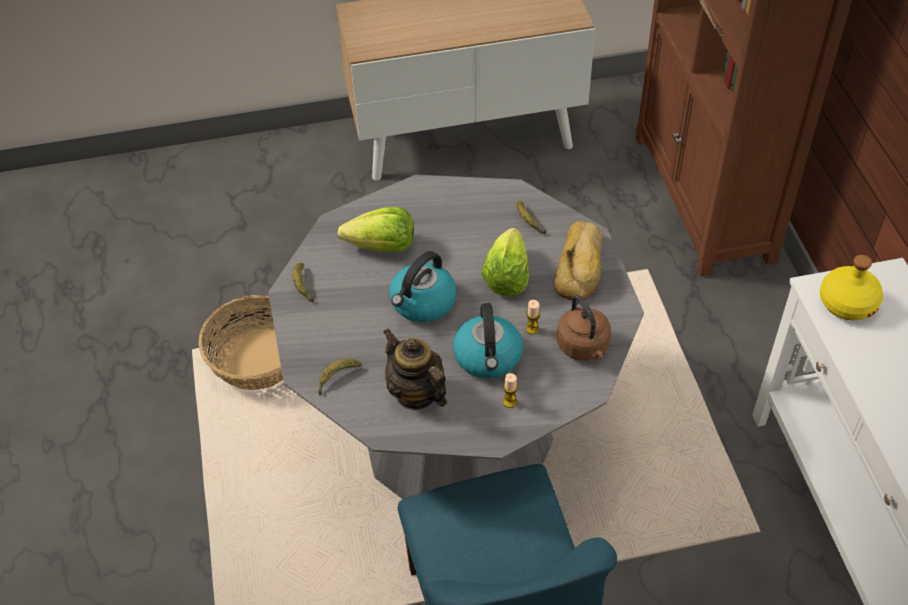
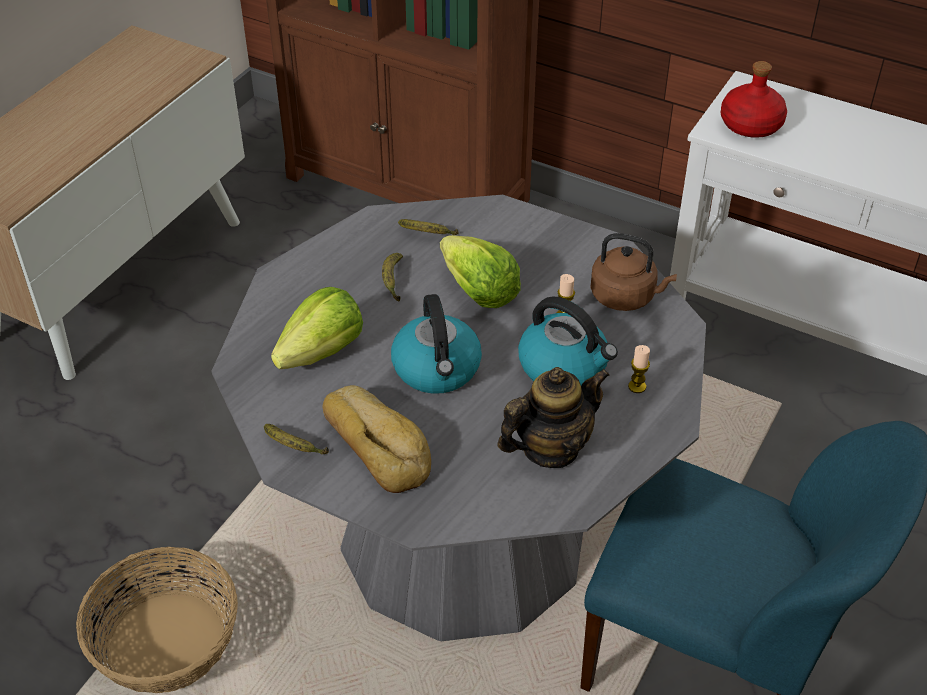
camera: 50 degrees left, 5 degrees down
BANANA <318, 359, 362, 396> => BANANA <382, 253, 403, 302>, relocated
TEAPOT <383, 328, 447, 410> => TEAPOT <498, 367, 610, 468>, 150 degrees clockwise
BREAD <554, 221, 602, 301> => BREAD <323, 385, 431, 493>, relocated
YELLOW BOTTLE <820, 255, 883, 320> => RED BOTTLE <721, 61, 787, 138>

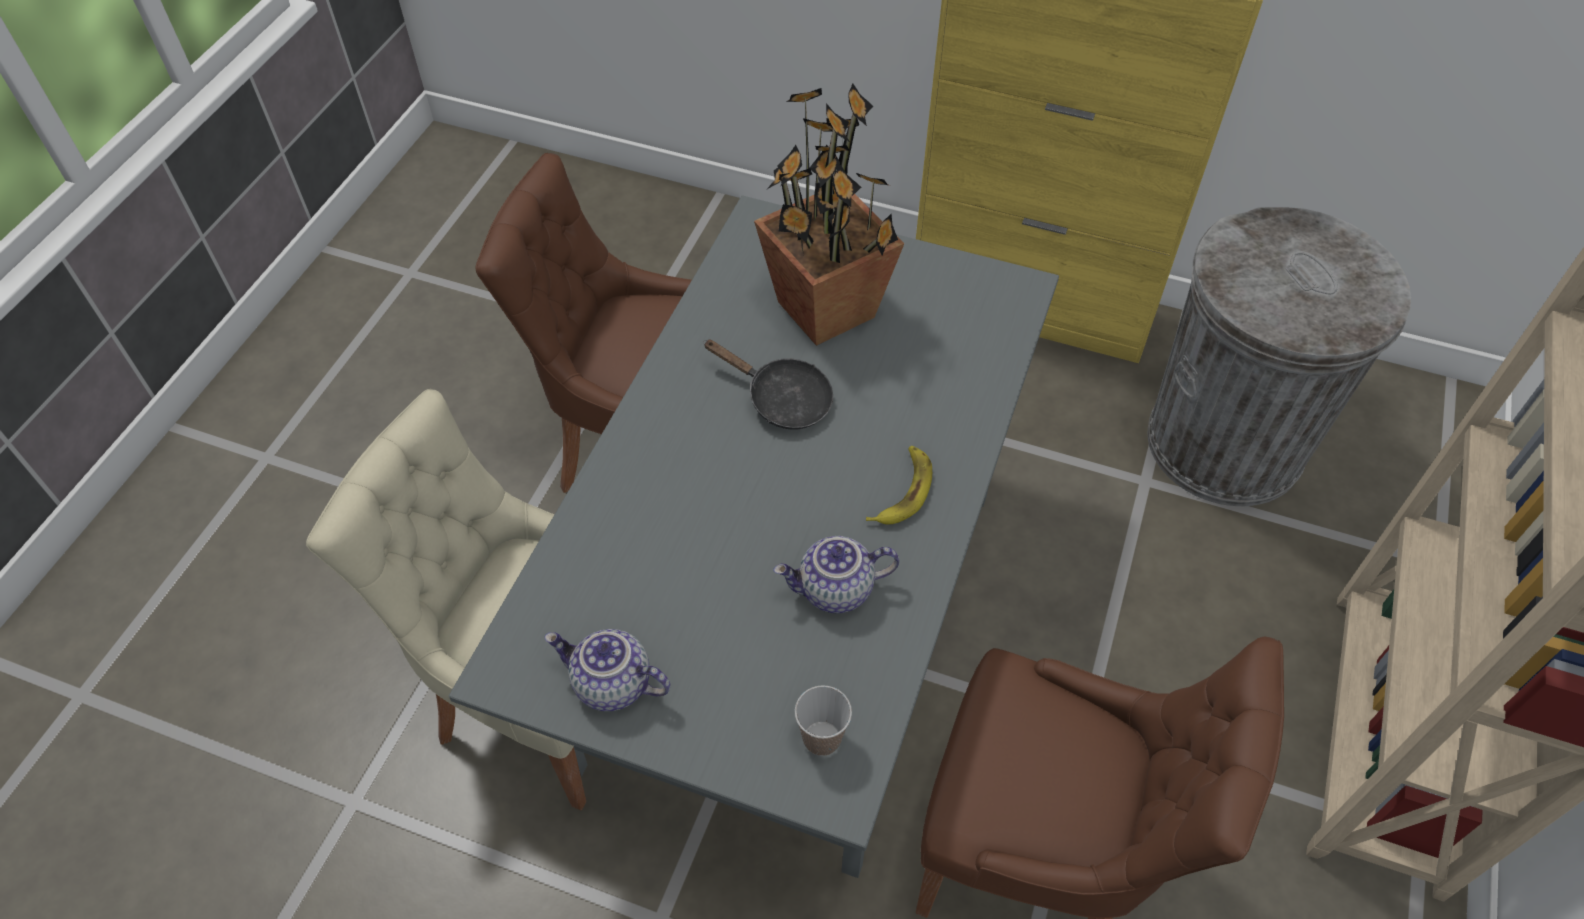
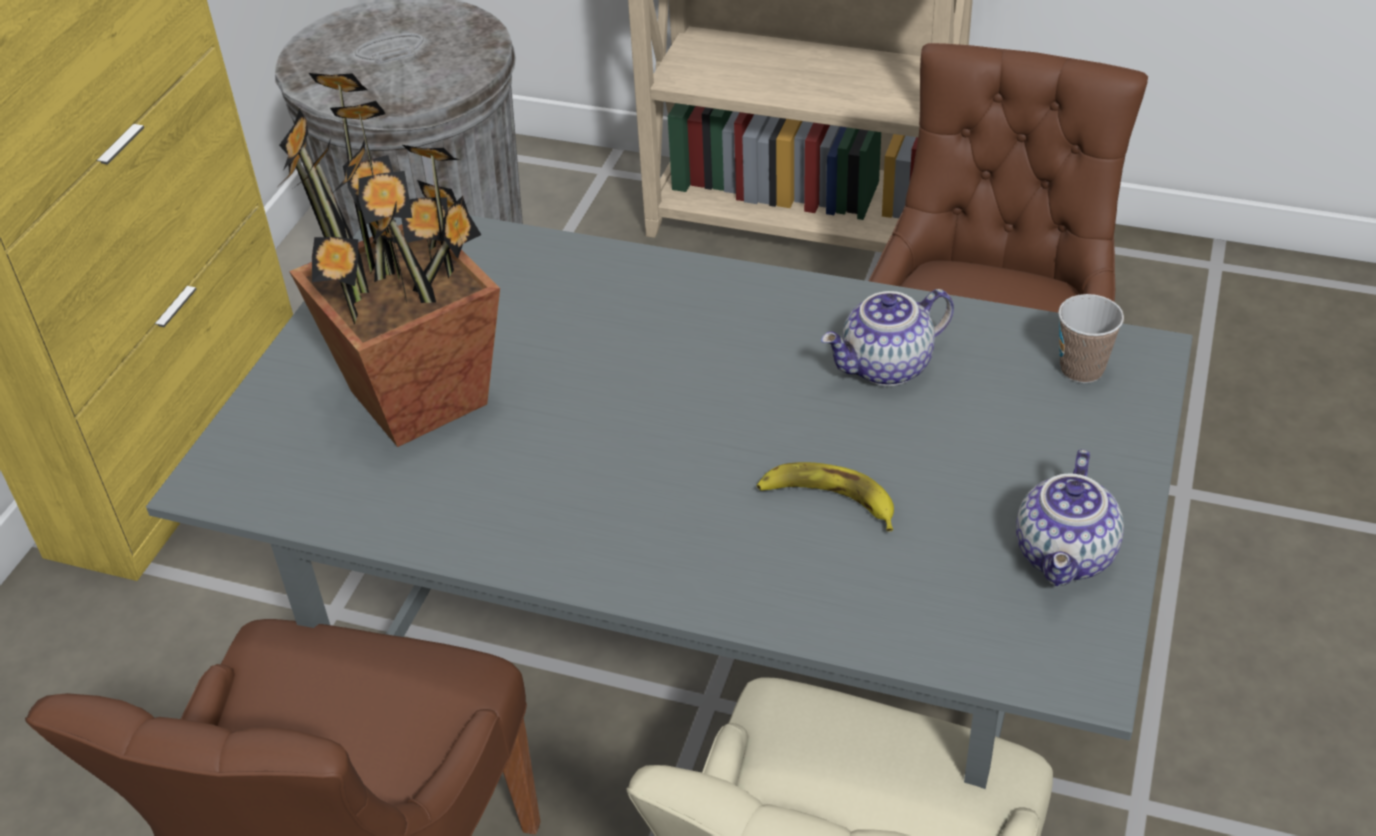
camera: 90 degrees left, 10 degrees down
BLACK FRYING PAN <703, 340, 833, 430> => nothing
TEAPOT <773, 536, 899, 613> => TEAPOT <821, 289, 954, 386>, 75 degrees clockwise
BANANA <866, 446, 932, 525> => BANANA <757, 462, 894, 531>, relocated

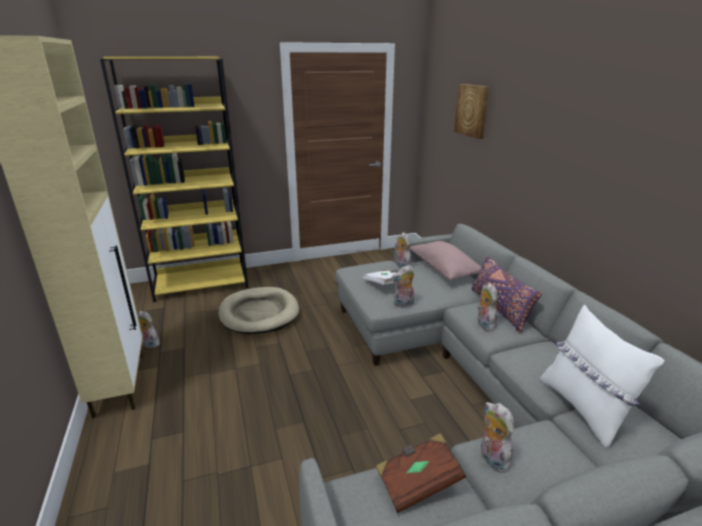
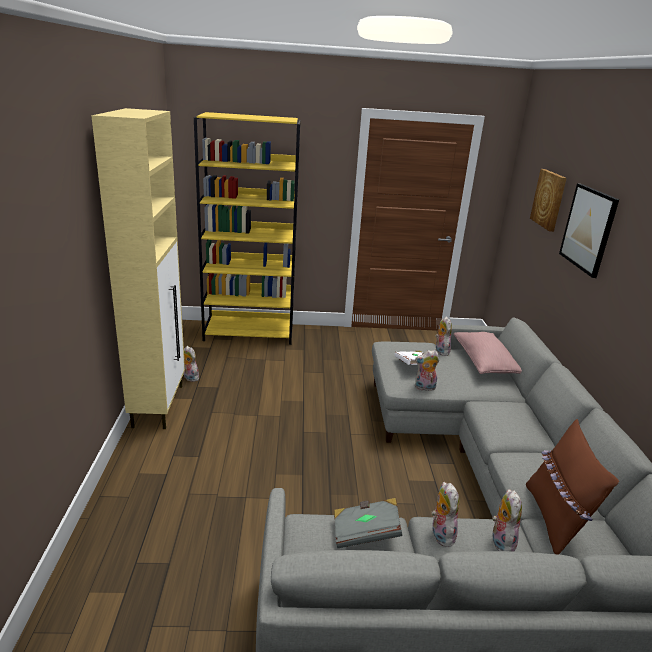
camera: 15 degrees right, 0 degrees up
BEIGE DOG BED <218, 287, 299, 334> => nothing
BROWN BOOK <376, 433, 466, 513> => GREY BOOK <334, 498, 403, 548>
PURPLE PILLOW <472, 255, 542, 333> => nothing
PLUSH TOY <477, 283, 498, 331> => PLUSH TOY <492, 489, 522, 552>, relocated
WHITE PILLOW <540, 305, 665, 449> => BROWN PILLOW <526, 419, 619, 555>
nothing => PICTURE <559, 183, 619, 278>

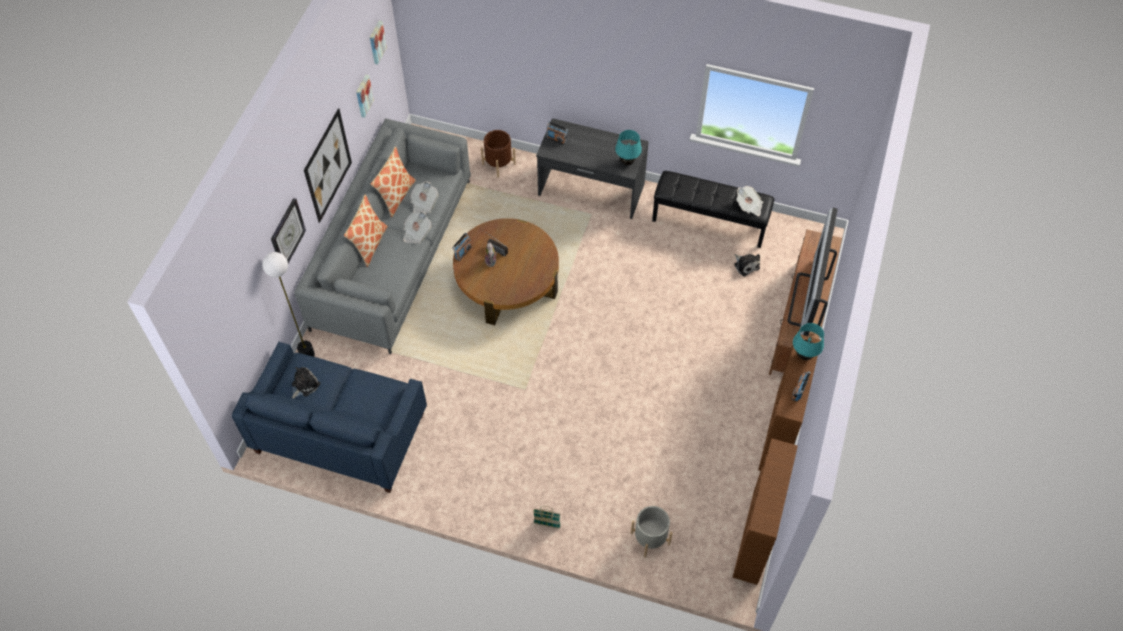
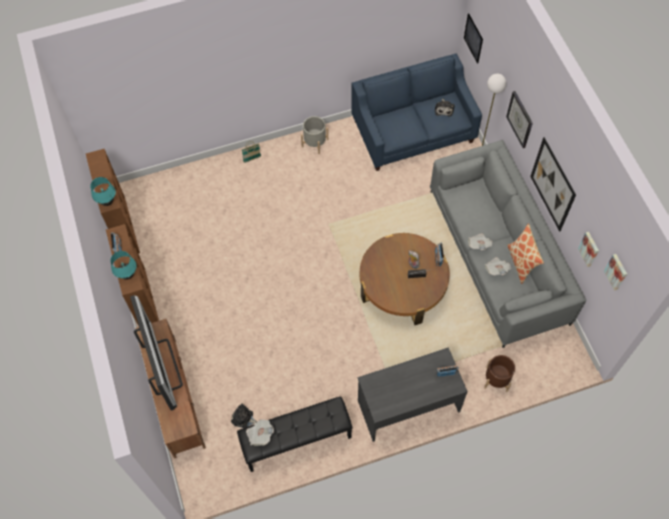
camera: 145 degrees right, 5 degrees up
PILLOW <344, 194, 388, 267> => nothing
TURQUOISE TABLE LAMP <615, 130, 642, 165> => TURQUOISE TABLE LAMP <90, 177, 116, 206>, relocated
GREY PLANTER <631, 506, 673, 557> => GREY PLANTER <301, 116, 328, 154>, relocated
nothing => PICTURE <464, 13, 483, 64>

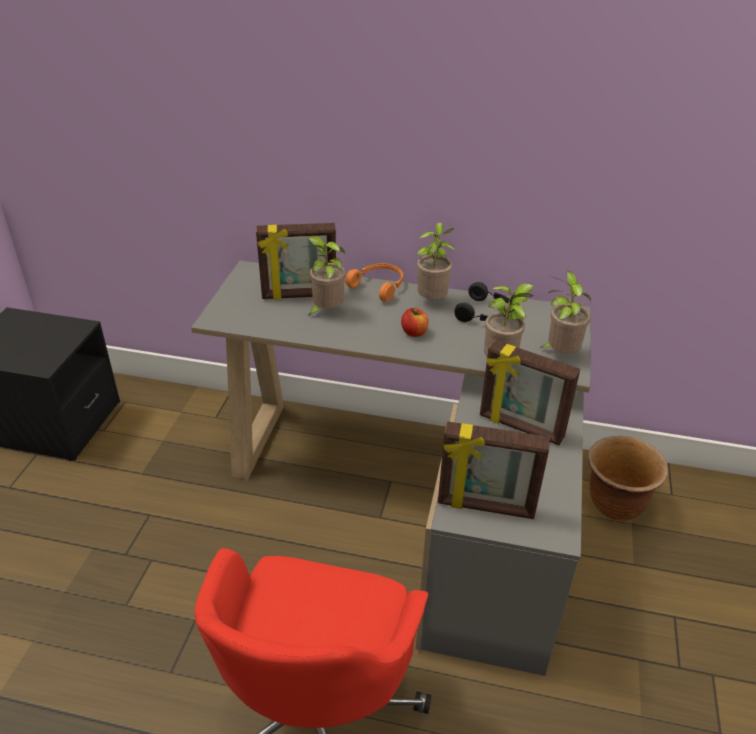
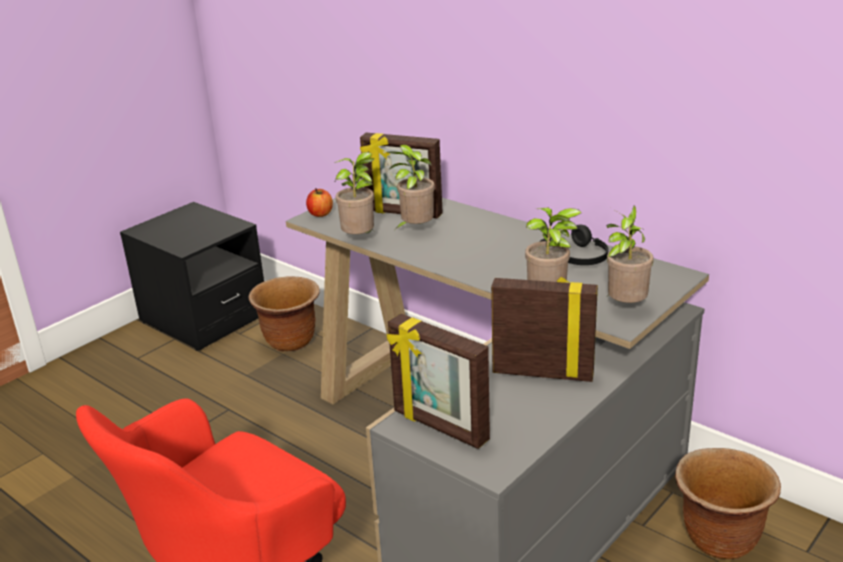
camera: 30 degrees right, 10 degrees down
ORANGE HEADPHONES <345, 263, 403, 302> => nothing
APPLE <401, 308, 429, 337> => APPLE <306, 188, 333, 217>, relocated
POTTED PLANT <417, 222, 456, 300> => POTTED PLANT <334, 152, 375, 234>, relocated
PICTURE FRAME <480, 340, 580, 446> => PICTURE FRAME <491, 277, 598, 382>, 135 degrees clockwise
nothing => BROWN PLANTER <249, 276, 320, 351>

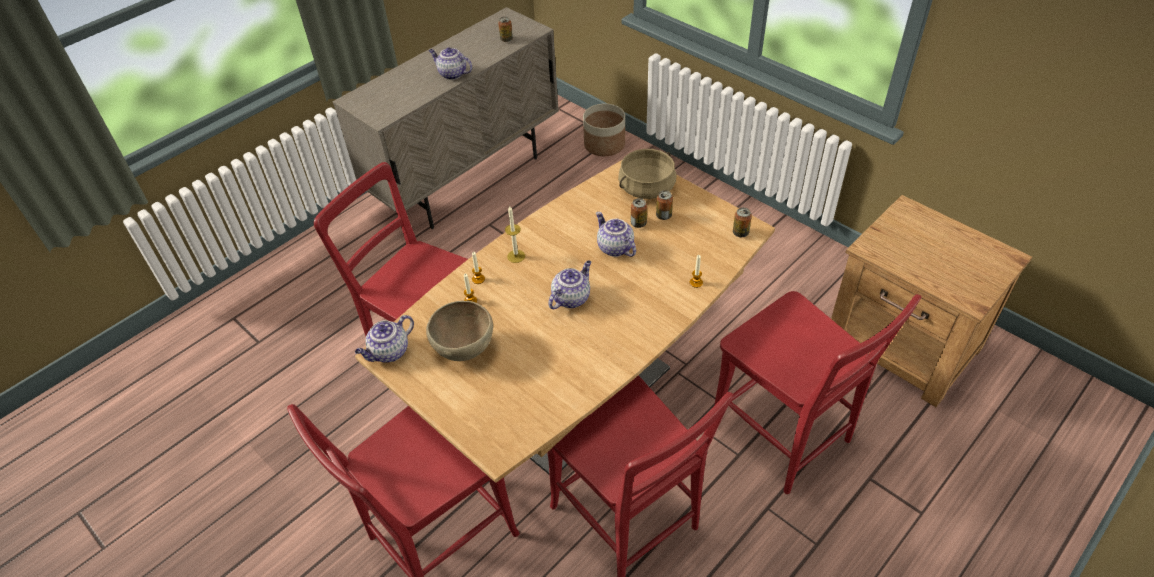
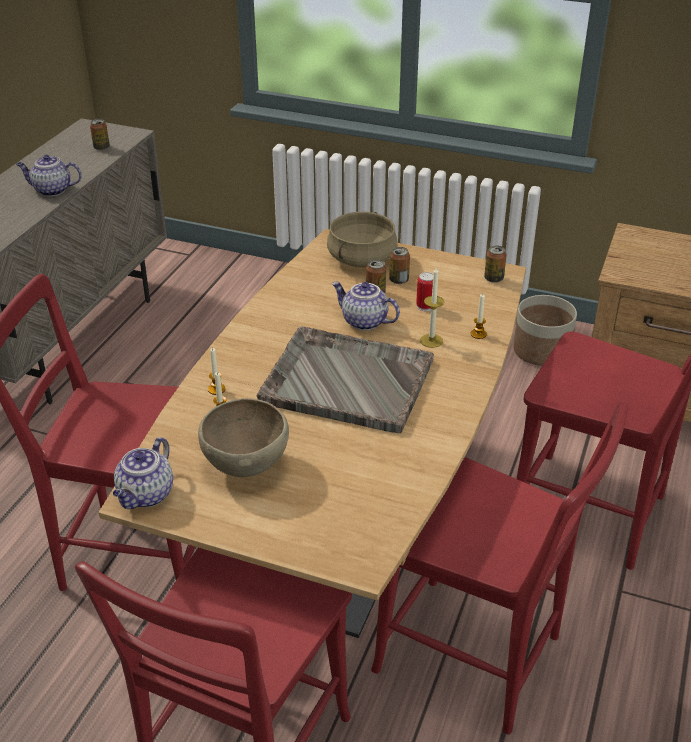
camera: 25 degrees left, 10 degrees down
CANDLE <505, 206, 525, 263> => CANDLE <420, 266, 444, 348>, relocated
TEAPOT <548, 260, 591, 309> => GREY TRAY <257, 326, 434, 433>
PLANTER <583, 104, 625, 156> => PLANTER <513, 295, 577, 366>, relocated
nothing => CAN <416, 272, 433, 311>

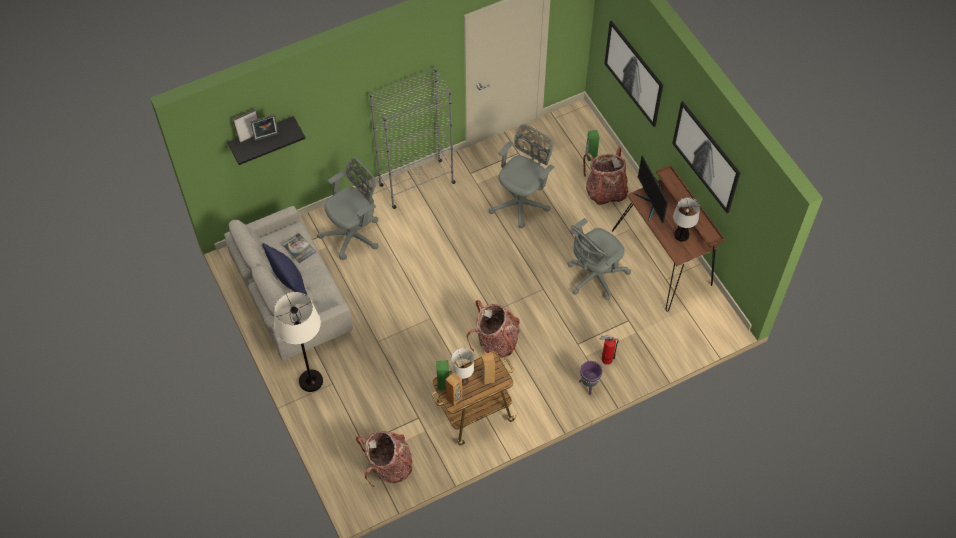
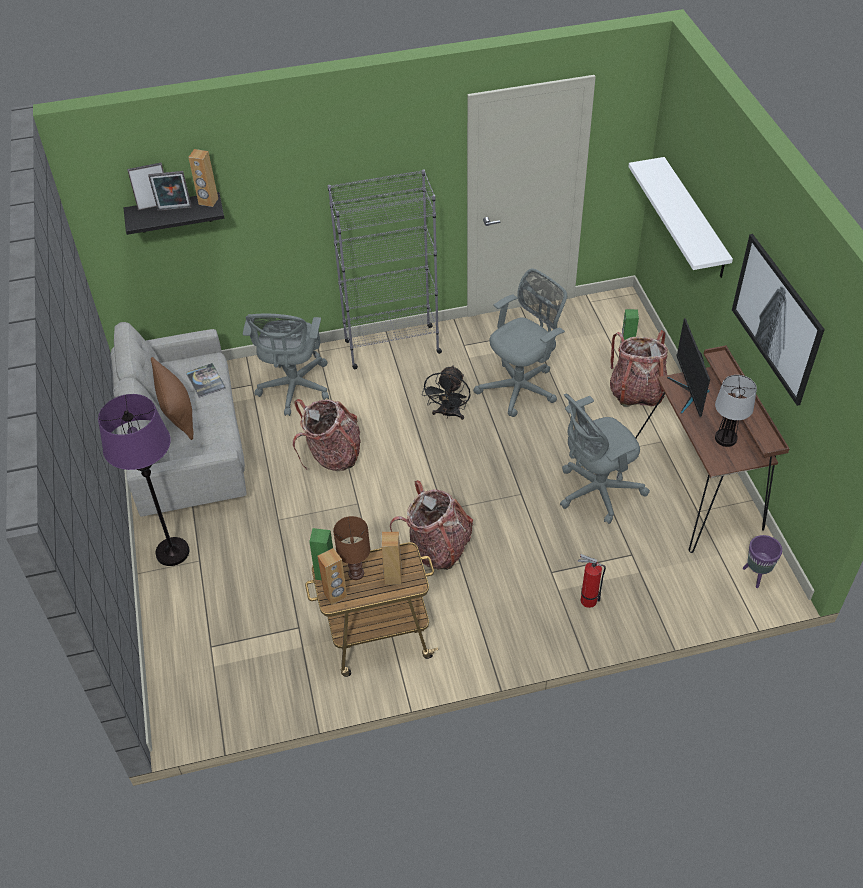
camera: 15 degrees right, 10 degrees down
BLUE PILLOW <262, 243, 307, 295> => BROWN PILLOW <151, 357, 193, 440>
WHITE FLOOR LAMP <274, 292, 323, 392> => PURPLE FLOOR LAMP <98, 394, 190, 566>
GREY OFFICE CHAIR <317, 157, 378, 260> => GREY OFFICE CHAIR <243, 314, 329, 416>, 120 degrees clockwise
BACKPACK <356, 431, 413, 488> => BACKPACK <293, 399, 361, 471>, relocated
WHITE TABLE LAMP <451, 348, 474, 386> => BROWN TABLE LAMP <333, 516, 370, 580>
PURPLE PLANTER <579, 361, 602, 395> => PURPLE PLANTER <743, 535, 782, 588>, relocated
PICTURE <604, 21, 663, 127> => WHITE SHELF <628, 157, 733, 278>
nothing => BROWN SPEAKER <188, 149, 218, 207>
nothing => BLACK FAN <422, 365, 471, 420>

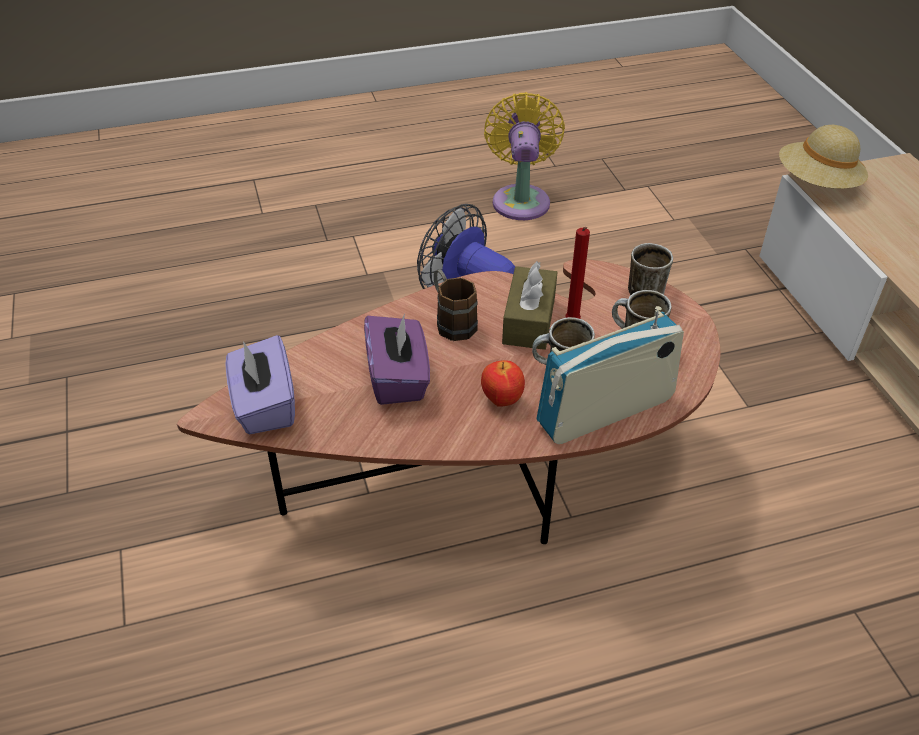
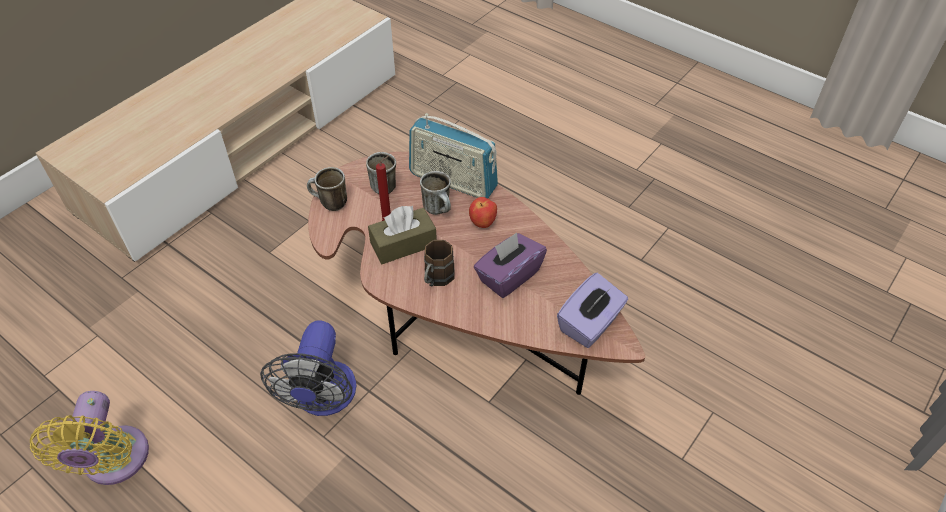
camera: 125 degrees left, 5 degrees up
YELLOW FAN <484, 92, 565, 220> => YELLOW FAN <30, 391, 149, 485>, 60 degrees counterclockwise
BEIGE HAT <779, 125, 868, 189> => nothing

